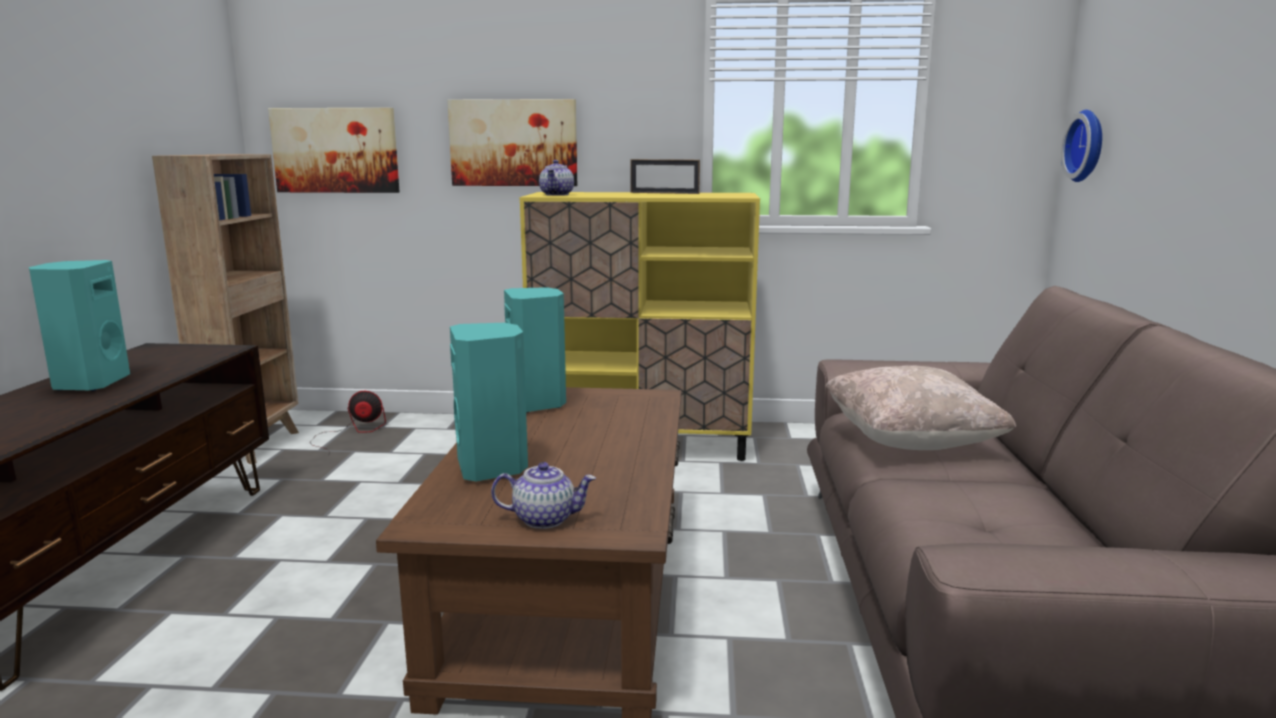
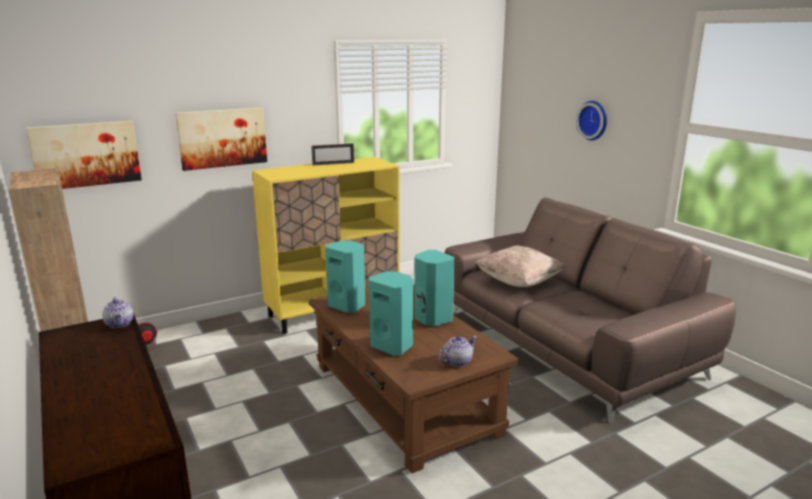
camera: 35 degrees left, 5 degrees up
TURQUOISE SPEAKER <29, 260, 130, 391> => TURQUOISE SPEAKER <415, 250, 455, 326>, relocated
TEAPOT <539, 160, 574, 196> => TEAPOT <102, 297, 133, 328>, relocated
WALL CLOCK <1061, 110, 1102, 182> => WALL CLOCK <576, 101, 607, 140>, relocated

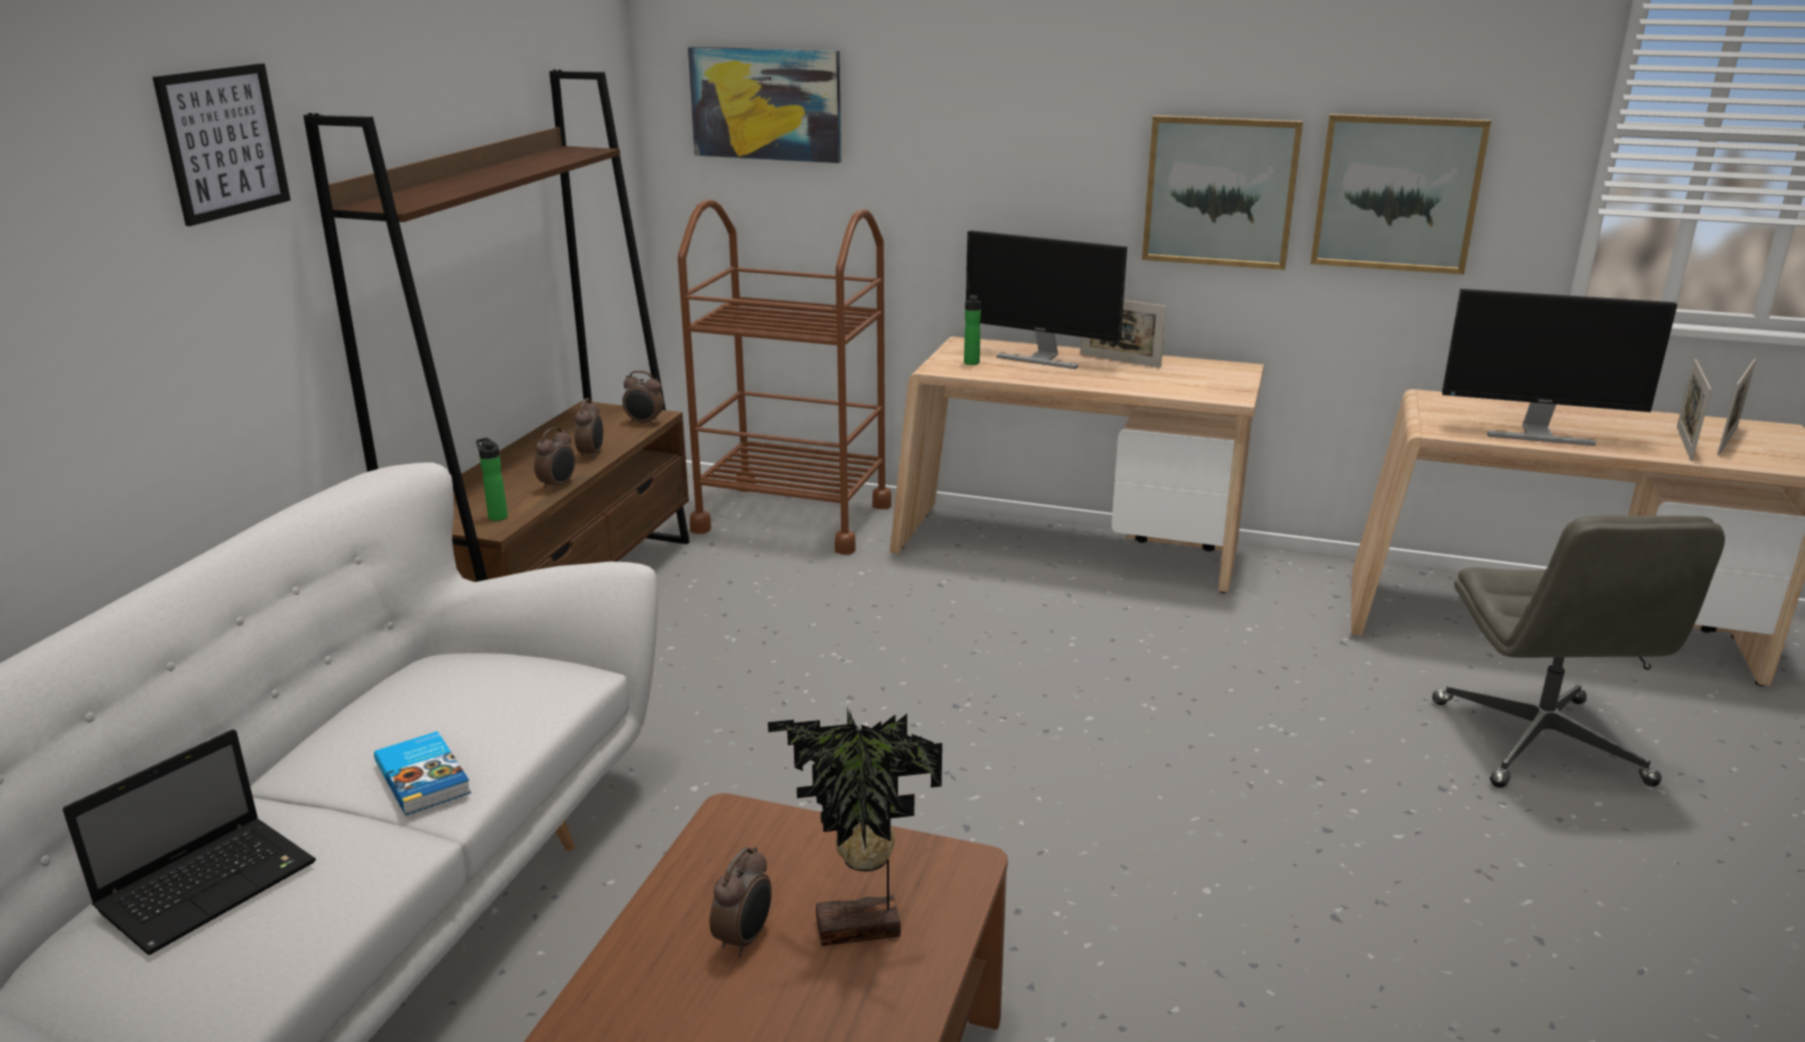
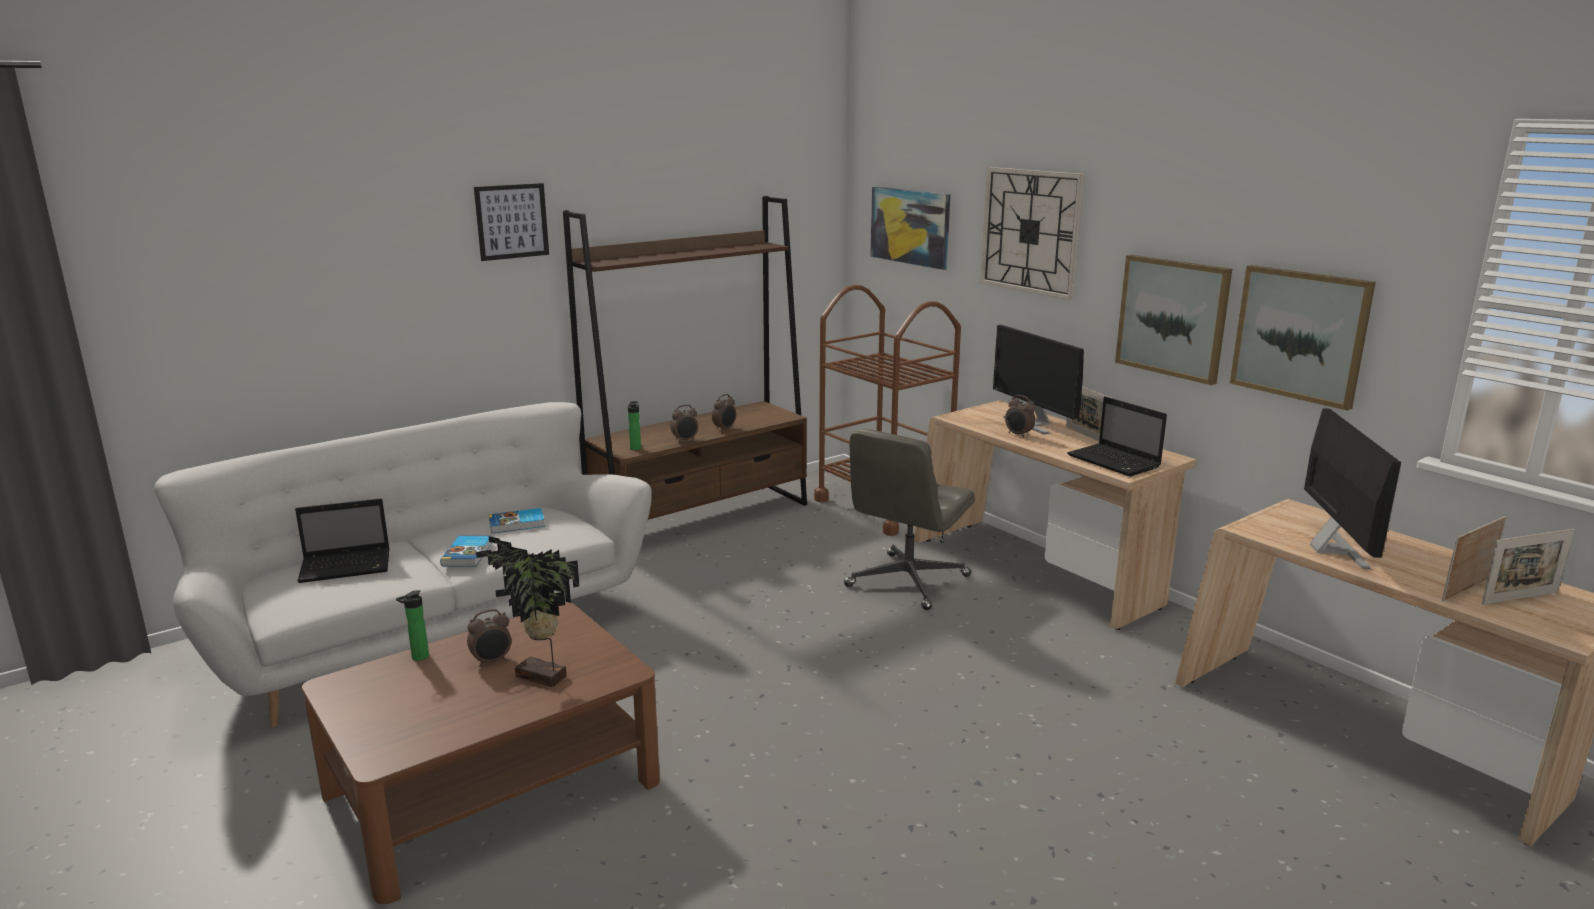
camera: 35 degrees right, 5 degrees down
ALARM CLOCK <622, 371, 664, 426> => ALARM CLOCK <1005, 395, 1035, 438>, relocated
BOTTLE <964, 295, 981, 365> => BOTTLE <396, 590, 429, 661>, relocated
GREY OFFICE CHAIR <1432, 515, 1725, 788> => GREY OFFICE CHAIR <844, 429, 975, 610>, relocated
MONITOR <1442, 289, 1678, 446> => MONITOR <1304, 408, 1401, 569>, 135 degrees counterclockwise
nothing => BOOK <489, 508, 545, 533>
nothing => WALL CLOCK <980, 167, 1085, 300>
nothing => LAPTOP <1067, 397, 1167, 477>

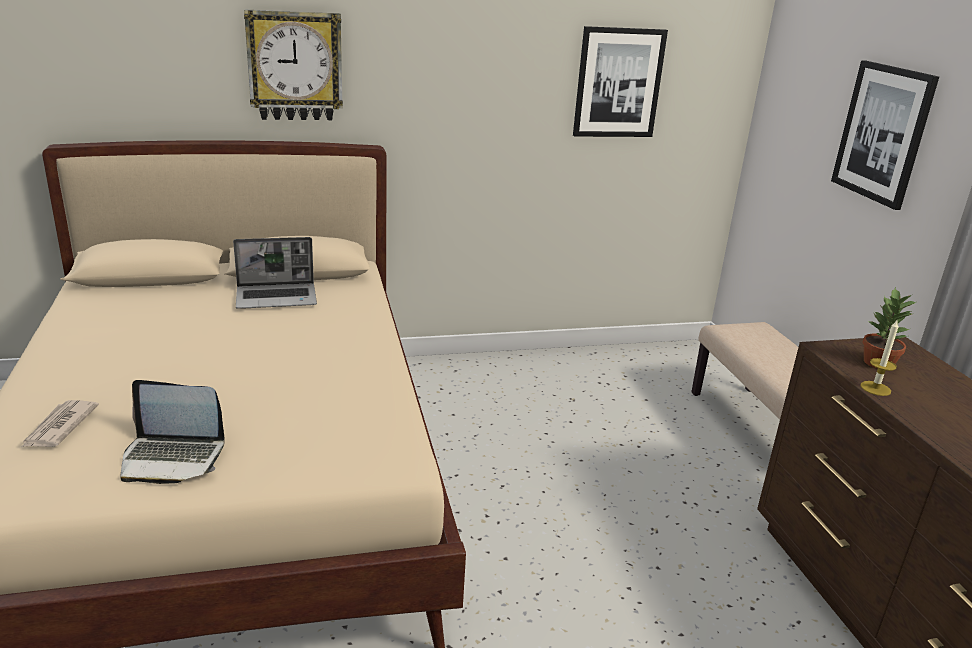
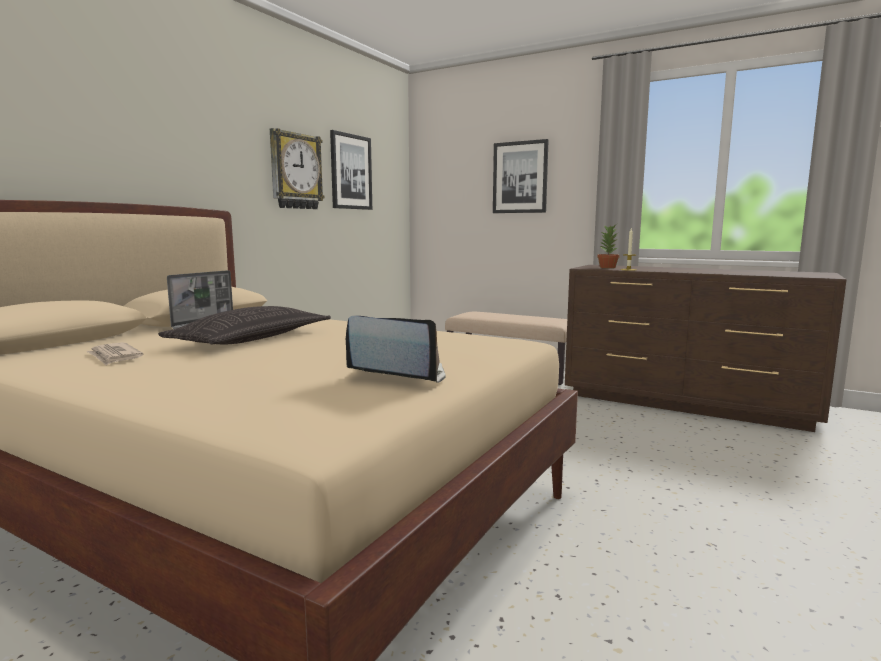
camera: 45 degrees left, 15 degrees down
NEWSPAPER <22, 400, 99, 447> => NEWSPAPER <86, 342, 144, 365>, relocated
LAPTOP <120, 380, 225, 484> => LAPTOP <346, 316, 446, 383>, 120 degrees counterclockwise
WALL CLOCK <244, 10, 343, 120> => WALL CLOCK <270, 128, 325, 209>, relocated
nothing => PILLOW <158, 306, 331, 344>

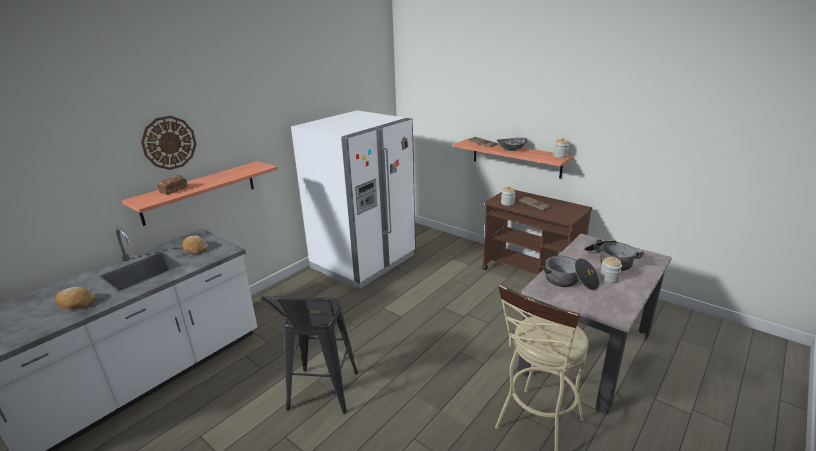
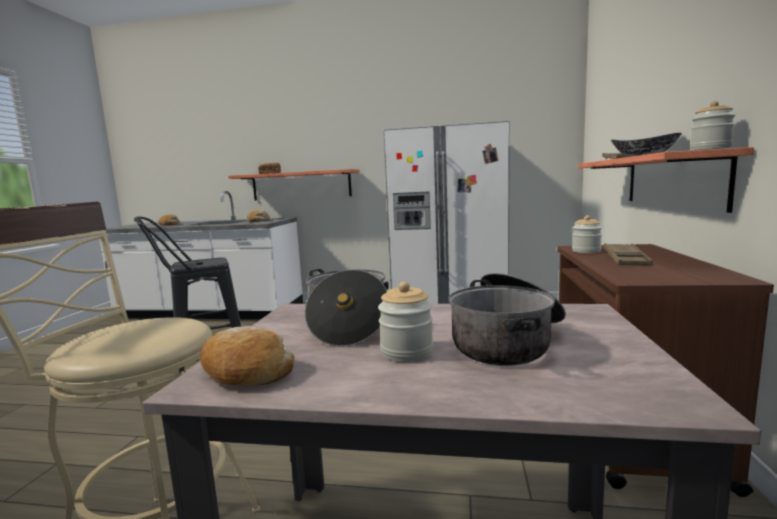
camera: 60 degrees right, 15 degrees down
WALL CLOCK <141, 116, 196, 170> => nothing
nothing => BREAD <200, 326, 294, 386>

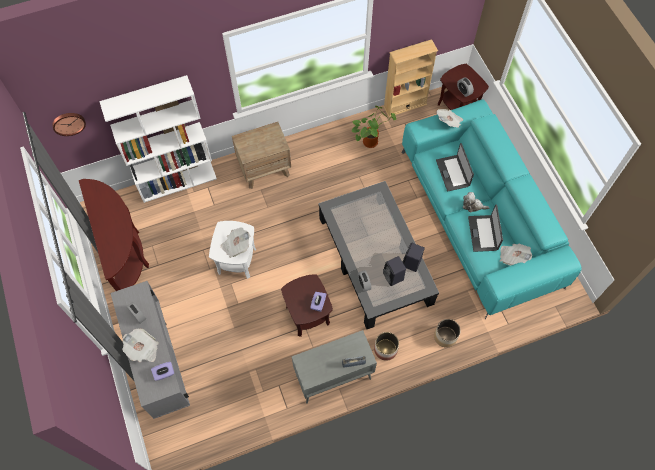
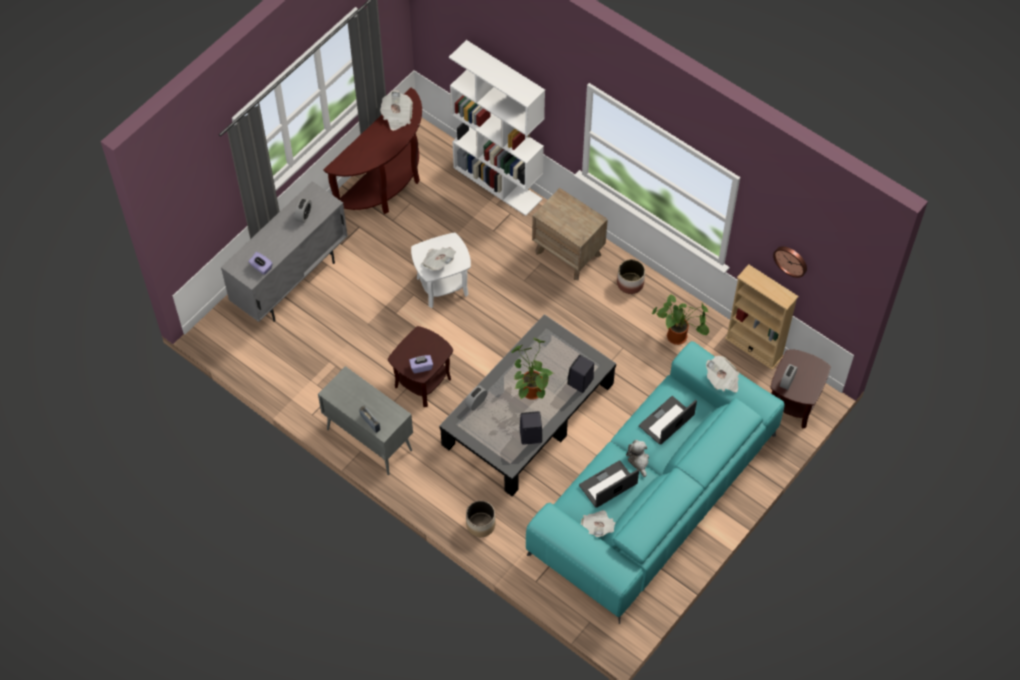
camera: 60 degrees right, 5 degrees down
WALL CLOCK <52, 113, 86, 136> => WALL CLOCK <773, 246, 807, 278>, relocated
NEWSPAPER <122, 329, 158, 362> => NEWSPAPER <380, 90, 413, 131>, relocated
PLANTER <374, 332, 399, 361> => PLANTER <617, 259, 645, 294>, relocated
BLACK SPEAKER <383, 256, 406, 286> => BLACK SPEAKER <567, 355, 594, 393>, relocated
nothing => POTTED PLANT <511, 338, 553, 400>

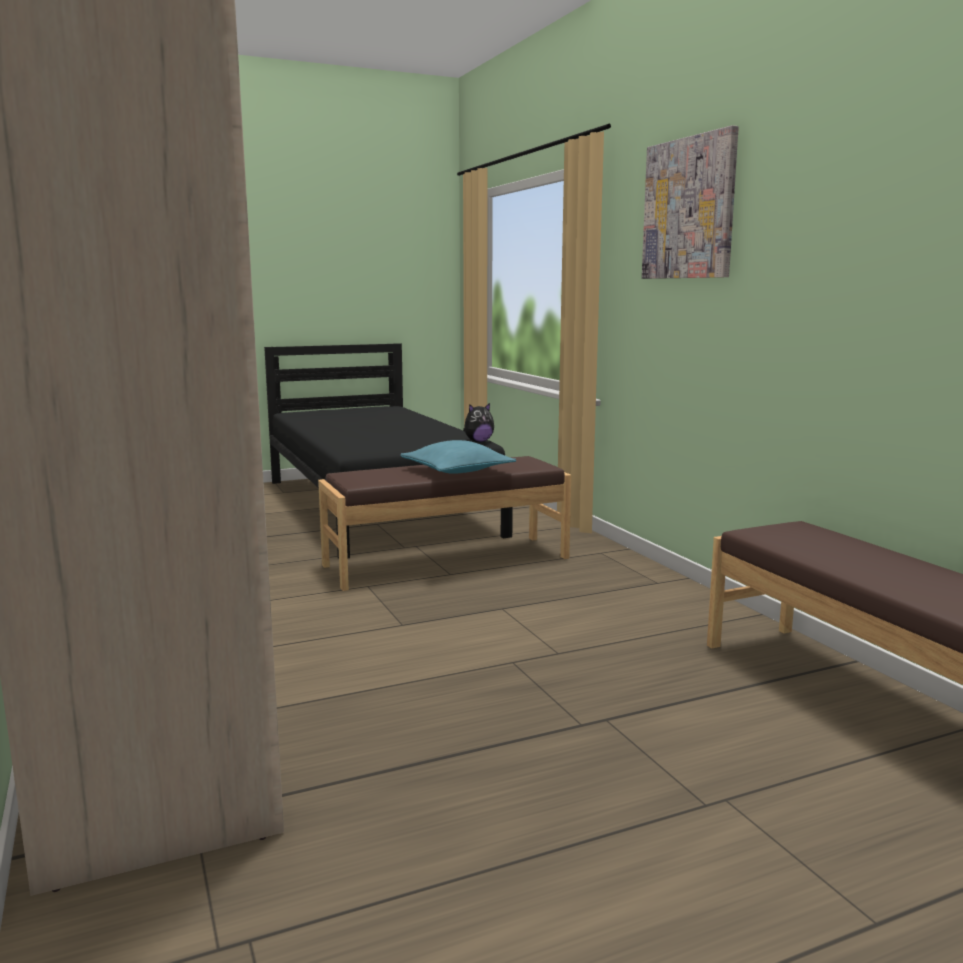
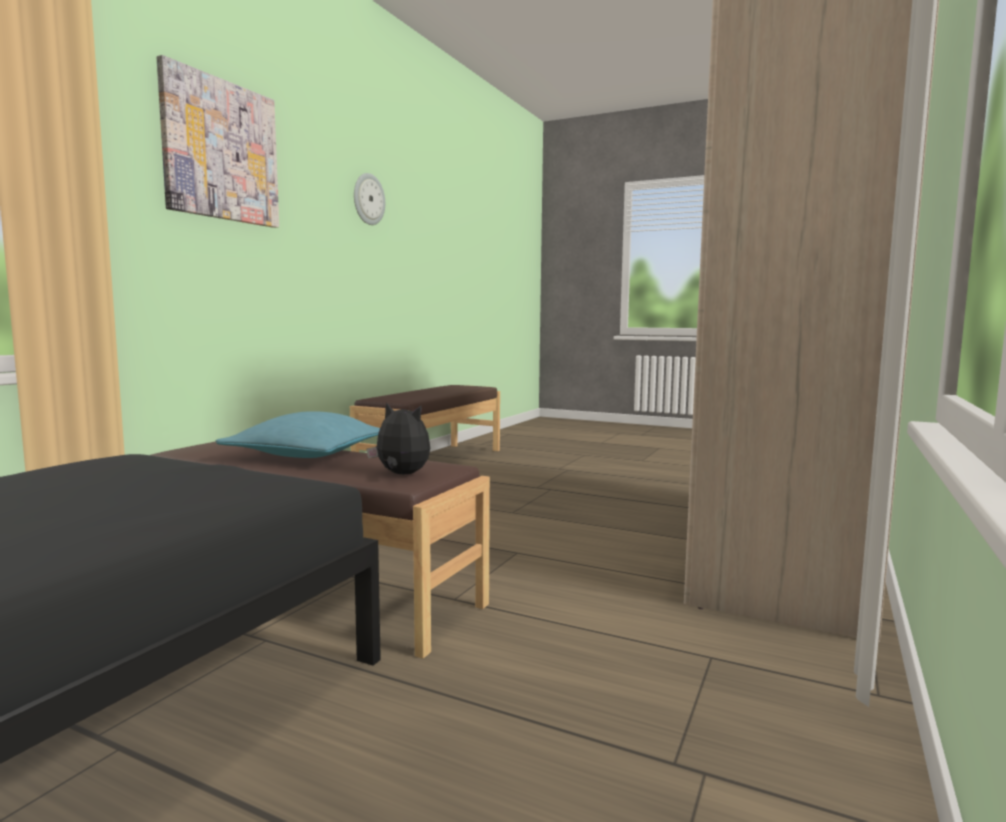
camera: 130 degrees left, 5 degrees down
PLUSH TOY <463, 403, 494, 442> => PLUSH TOY <367, 403, 430, 474>, relocated
nothing => WALL CLOCK <354, 173, 385, 225>

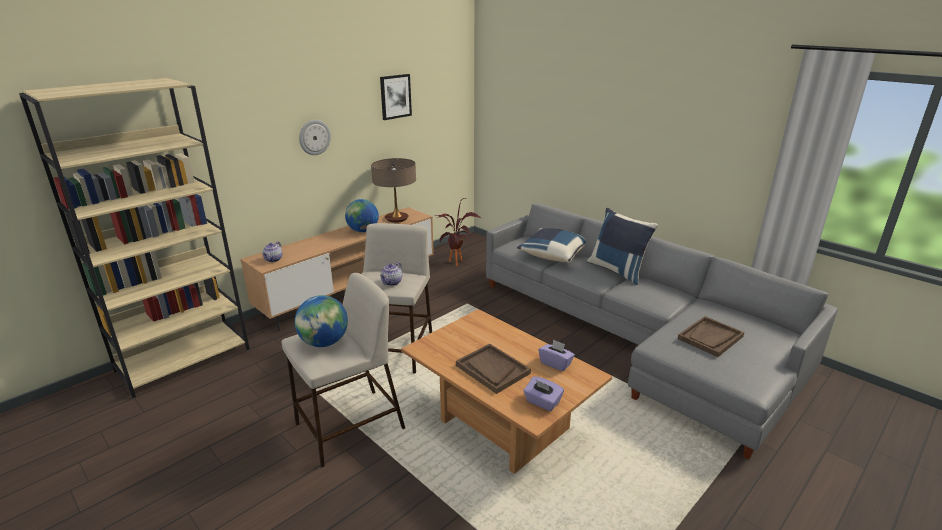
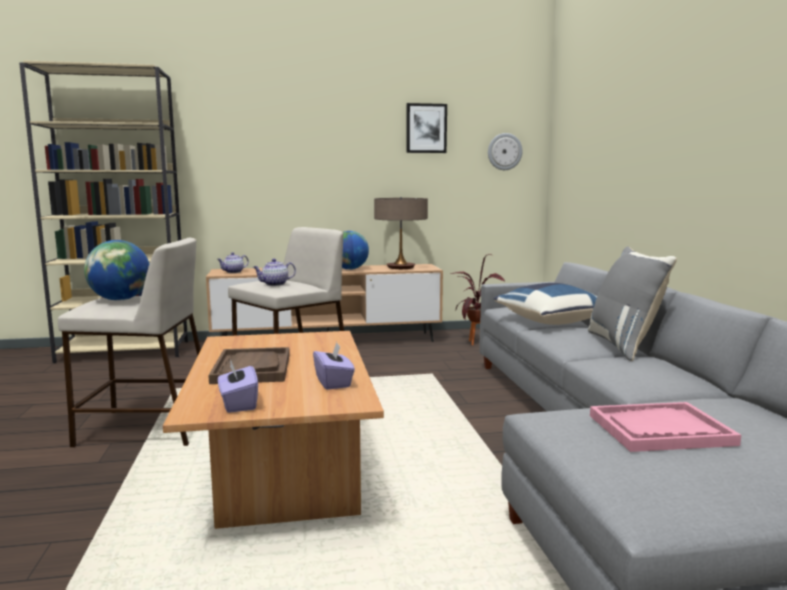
camera: 35 degrees right, 15 degrees down
WALL CLOCK <299, 120, 331, 155> => WALL CLOCK <488, 133, 523, 170>, relocated
BLUE PILLOW <587, 208, 658, 285> => GREY PILLOW <588, 246, 677, 361>
BROWN TRAY <678, 316, 744, 357> => PINK TRAY <590, 402, 741, 452>

